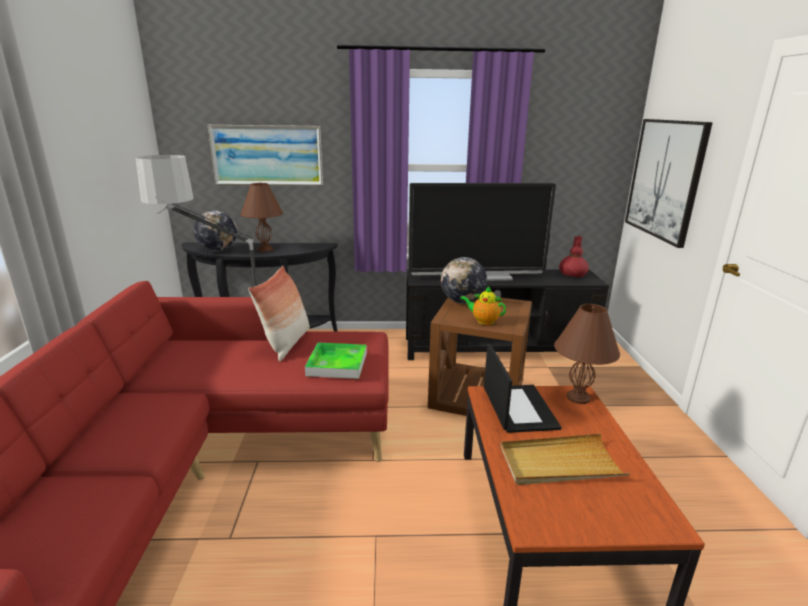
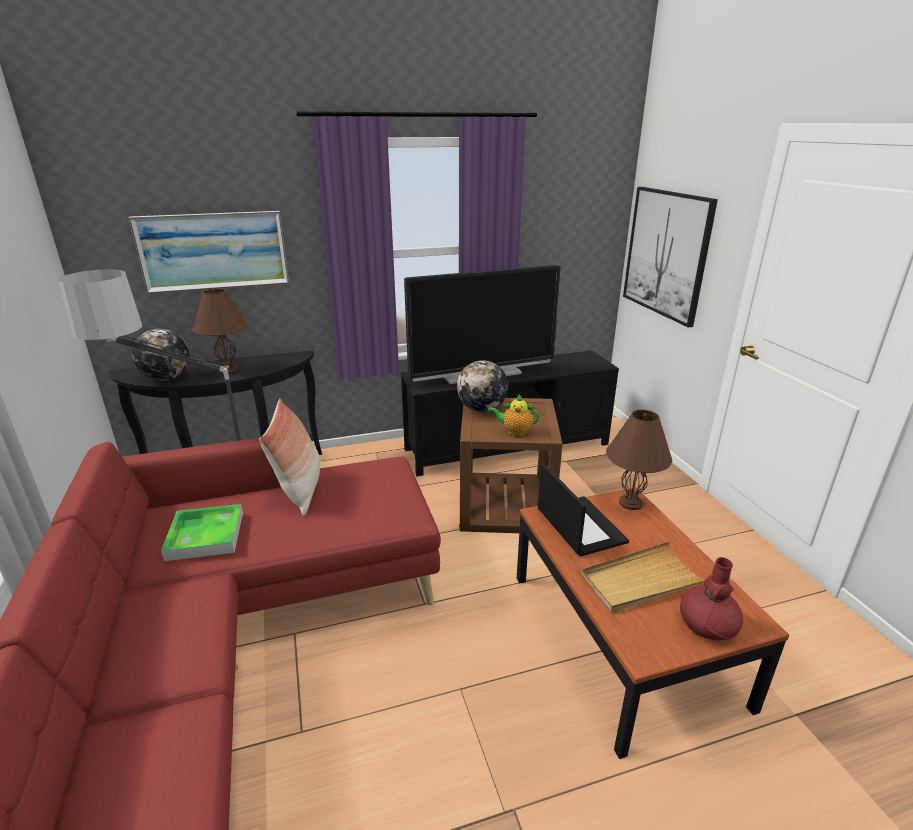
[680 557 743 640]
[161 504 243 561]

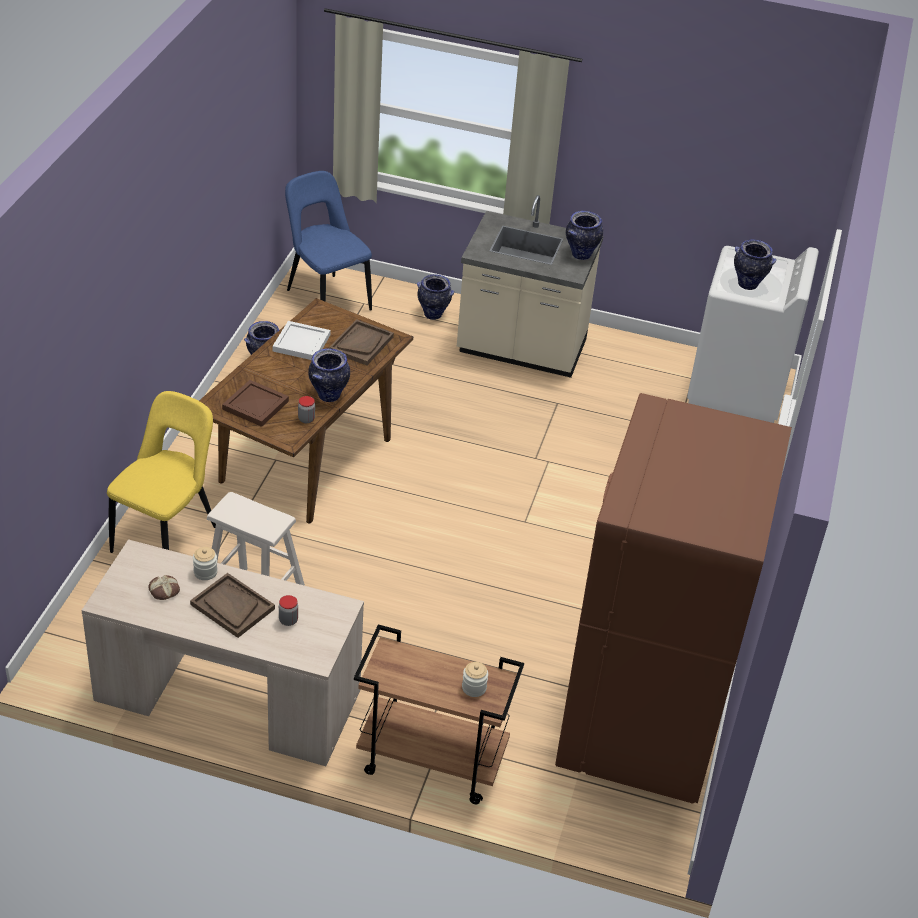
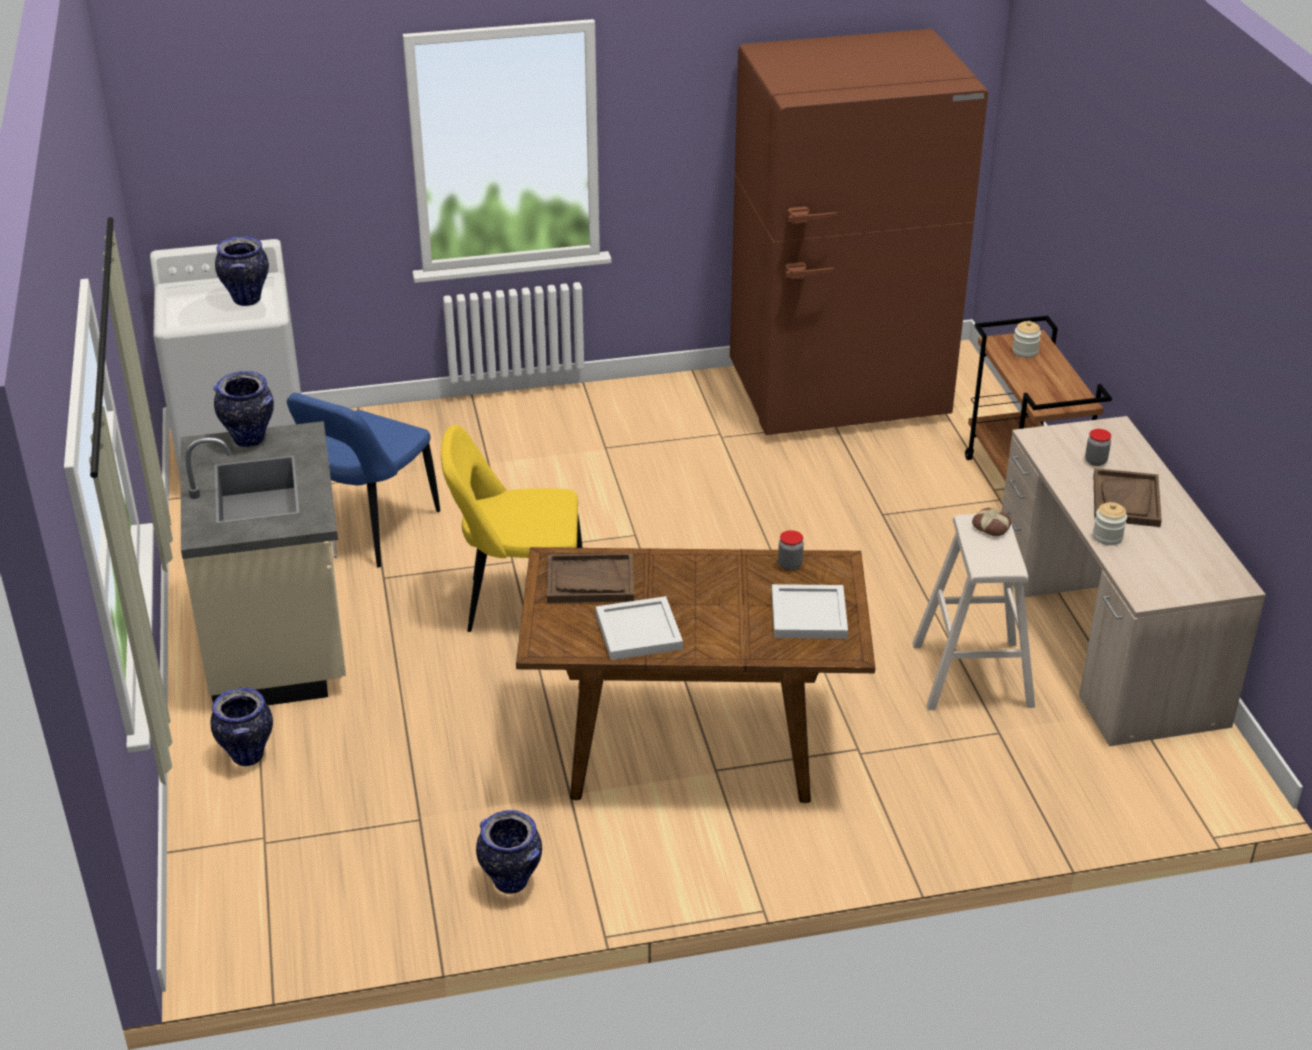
[287 393 440 567]
[308 348 350 402] (first image)
[772 584 848 639]
[441 425 583 632]
[972 508 1011 536]

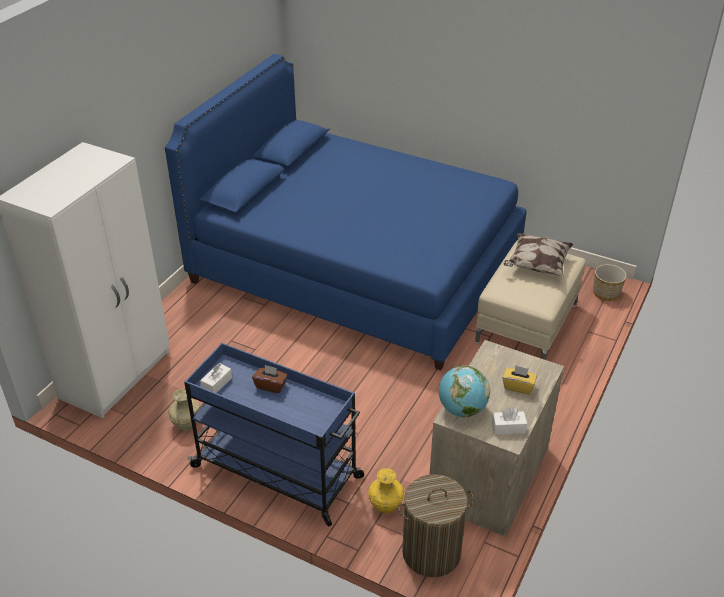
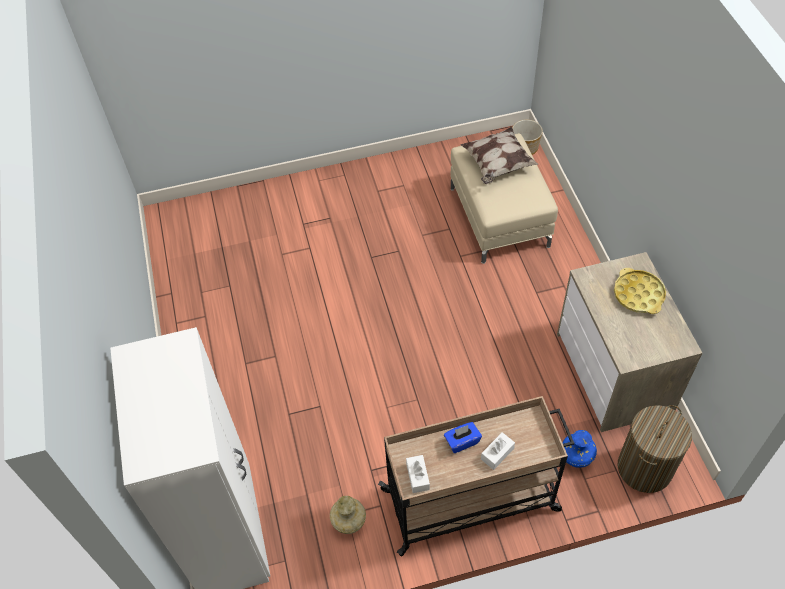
[165 54 527 371] (first image)
[378 396 574 556]
[444 422 482 453]
[439 365 490 417] (first image)
[614 268 666 314]
[481 432 515 470]
[562 430 597 468]

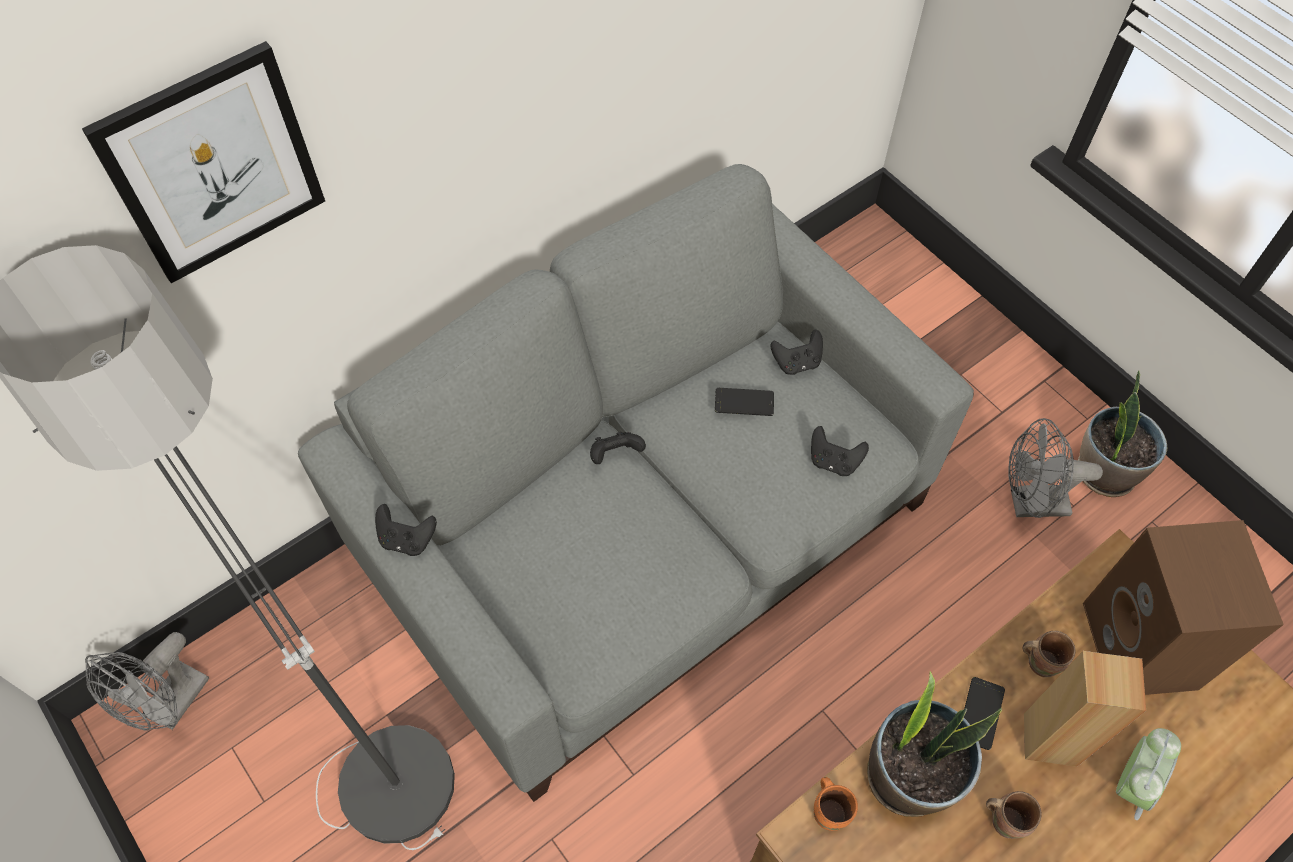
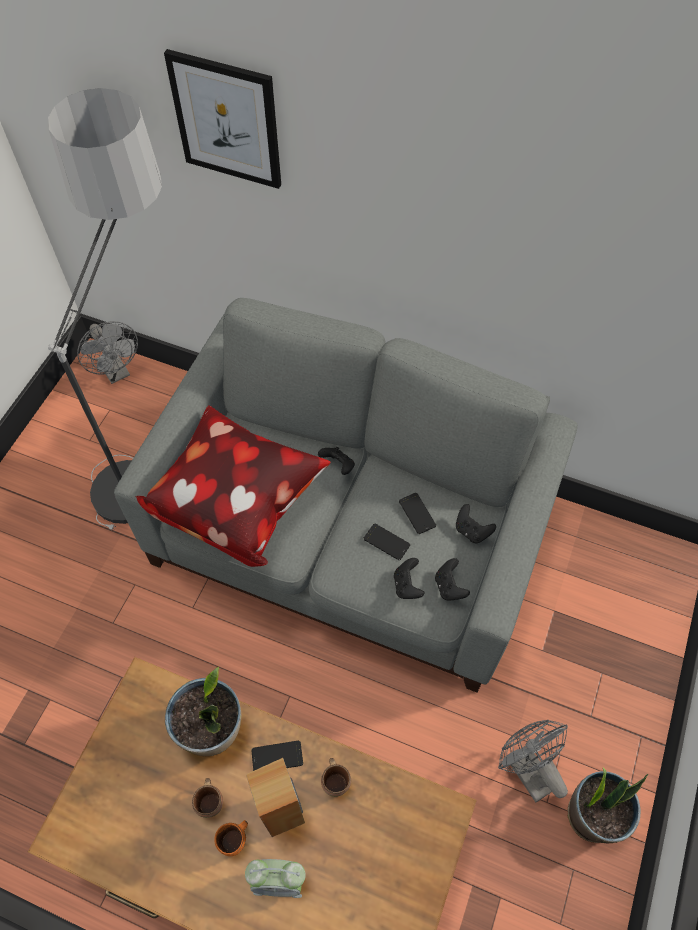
[435 558 470 601]
[1083 520 1284 695] (first image)
[77 321 138 384]
[214 820 248 856]
[136 405 331 567]
[364 524 410 560]

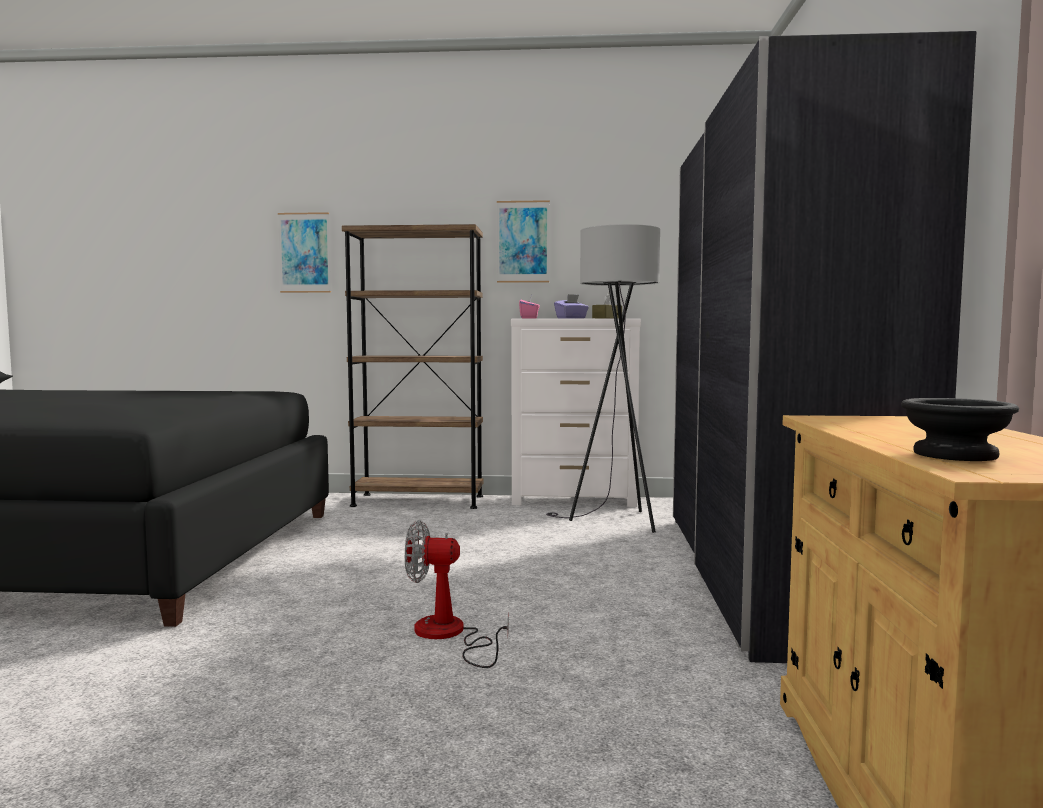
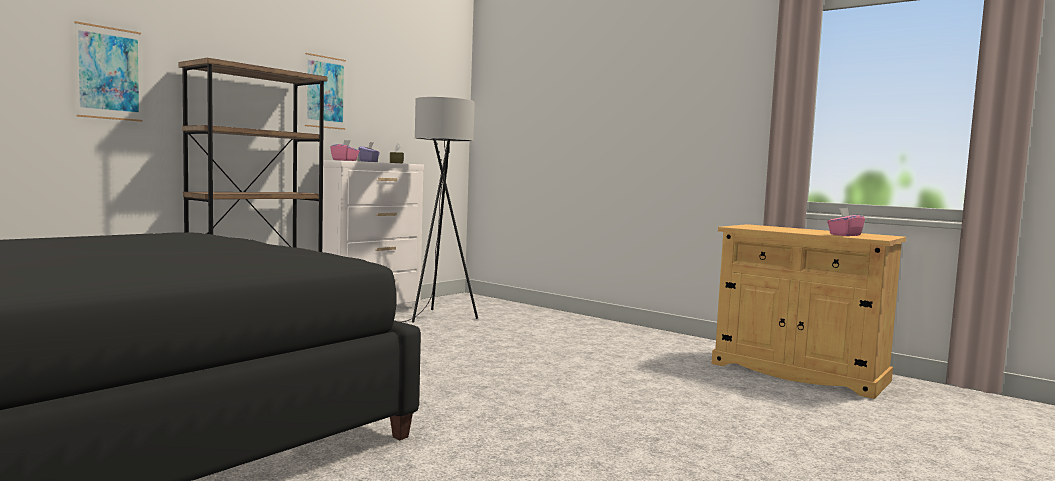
[673 31 977 663] (first image)
[827 208 865 236]
[405 520 509 668] (first image)

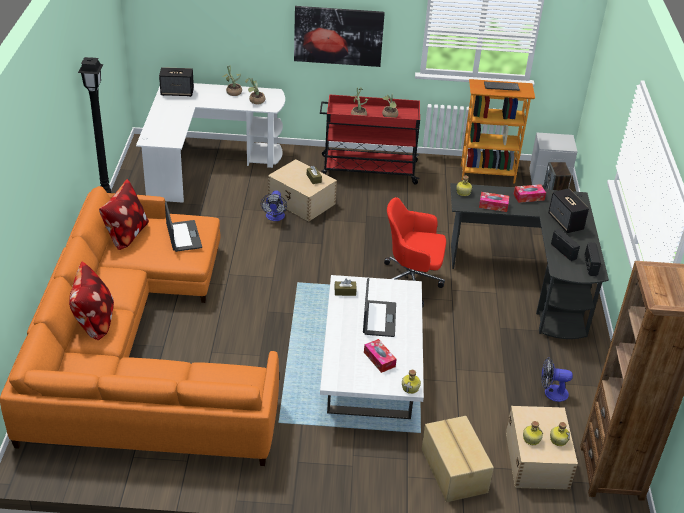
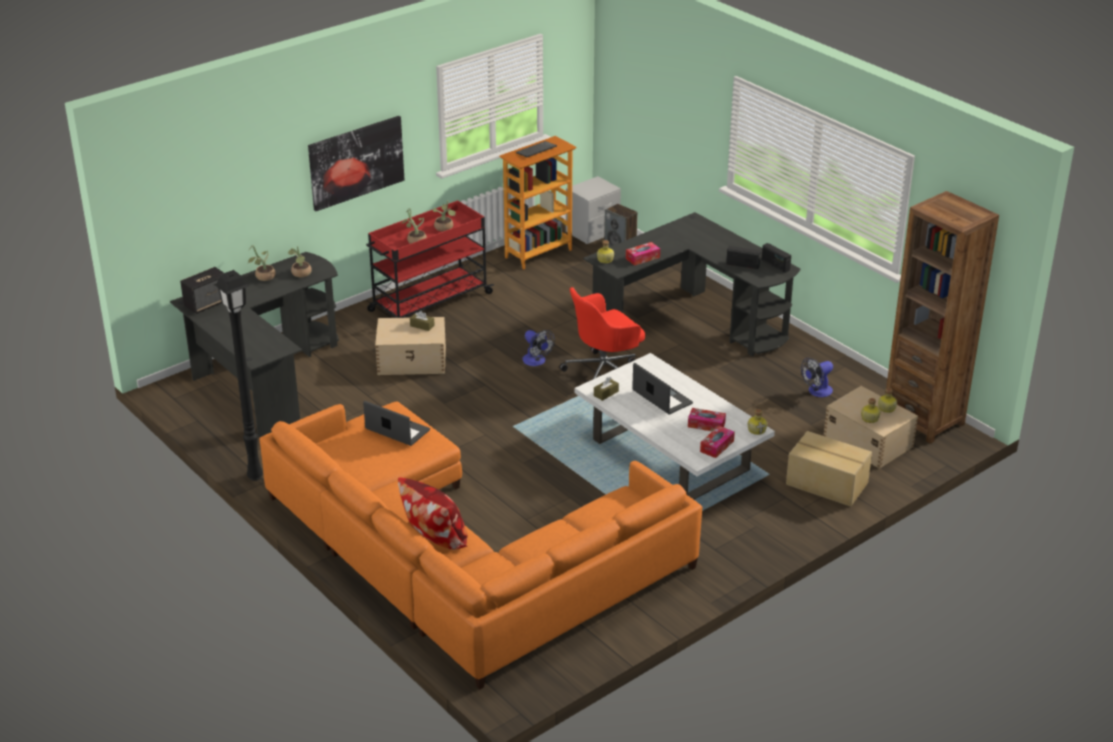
[170 252 339 438]
[99 179 149 250] (first image)
[700 426 735 458]
[548 188 589 233] (first image)
[522 330 555 366]

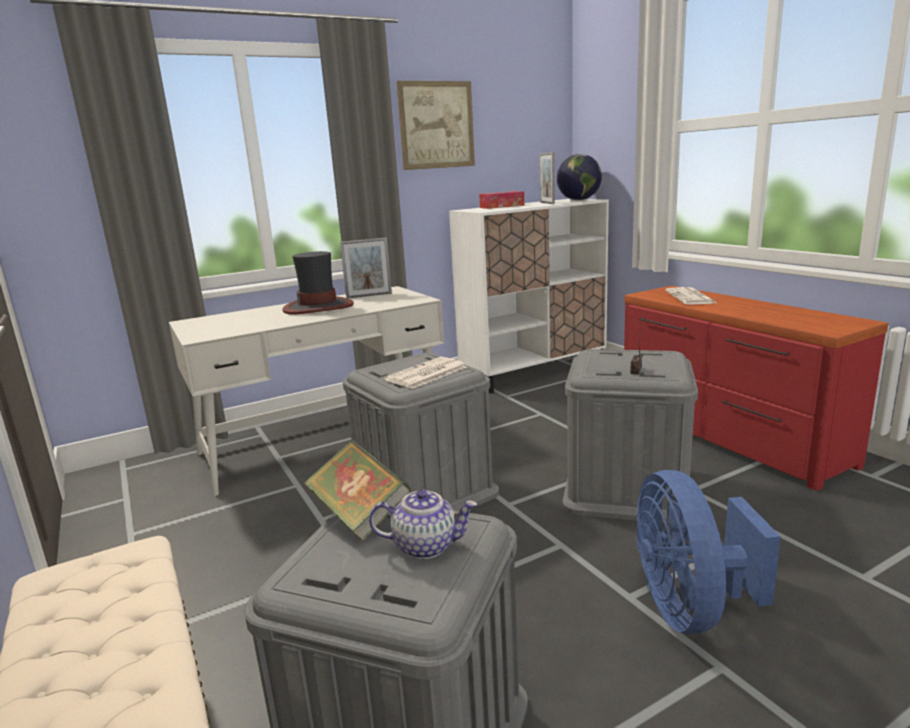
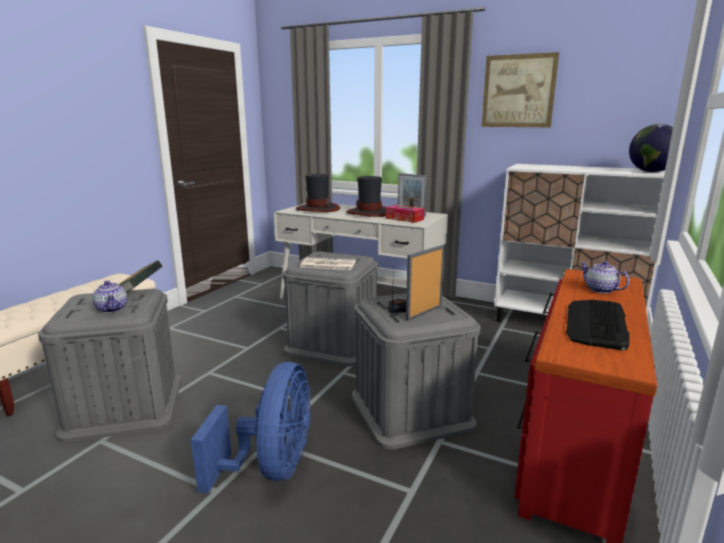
[406 245 445 321]
[386 205 424 223]
[580 261 630 294]
[191 362 311 493]
[296 174 340 212]
[566 300 629 350]

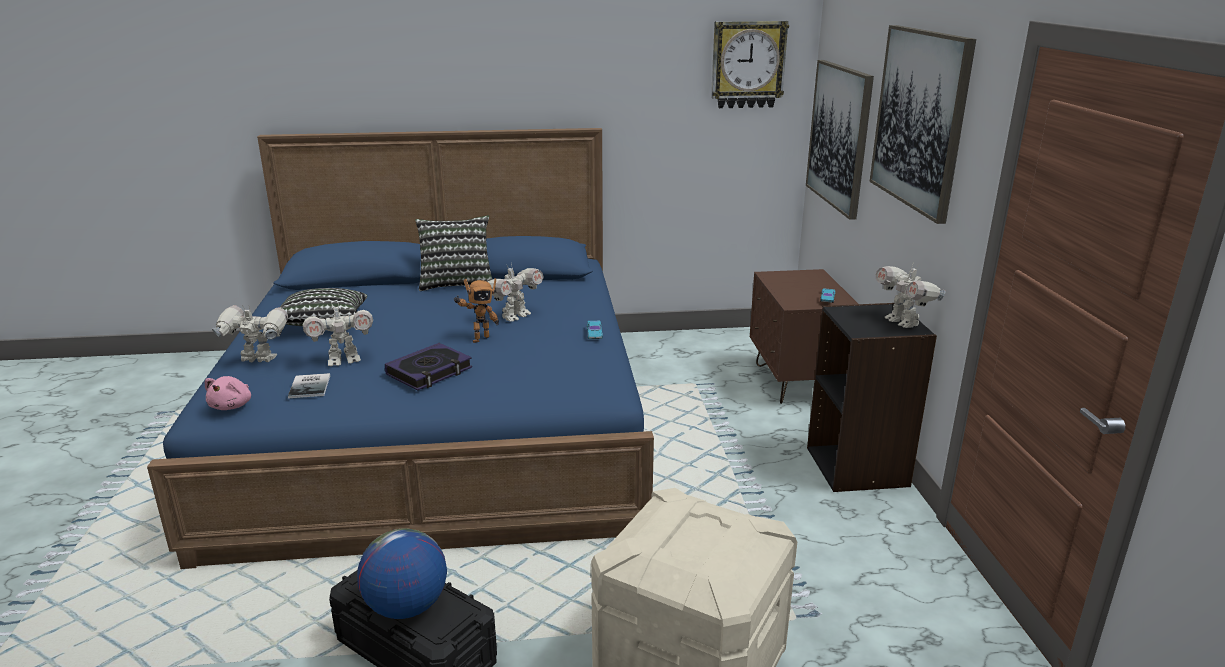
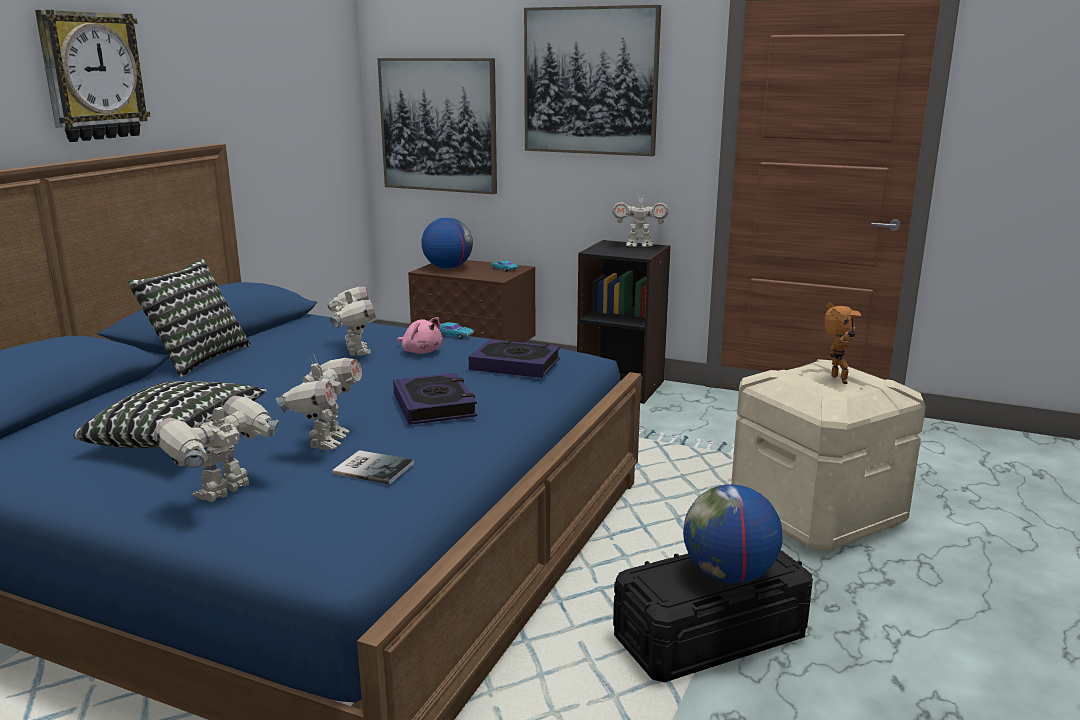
[35 10 150 142]
[825 302 861 384]
[397 317 443 354]
[421 217 473 269]
[469 339 560 378]

